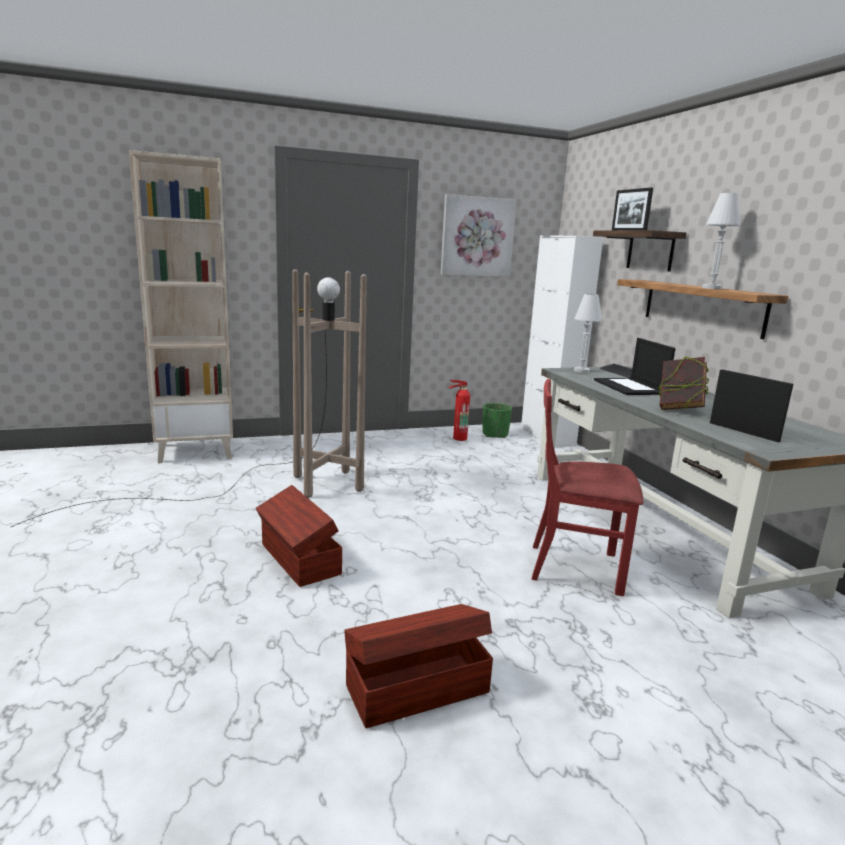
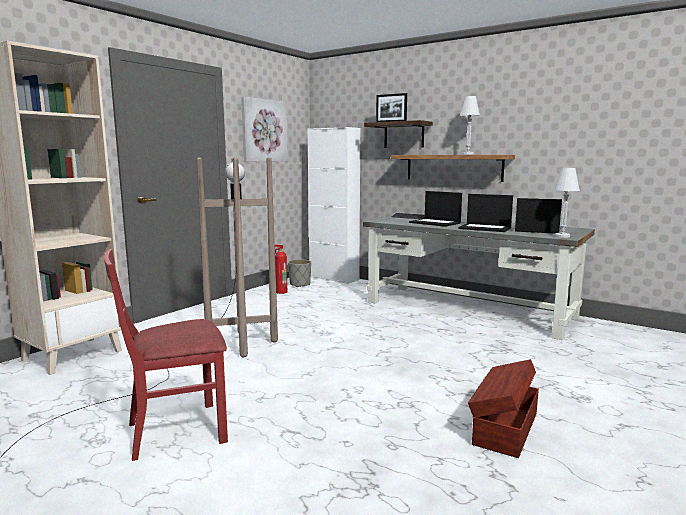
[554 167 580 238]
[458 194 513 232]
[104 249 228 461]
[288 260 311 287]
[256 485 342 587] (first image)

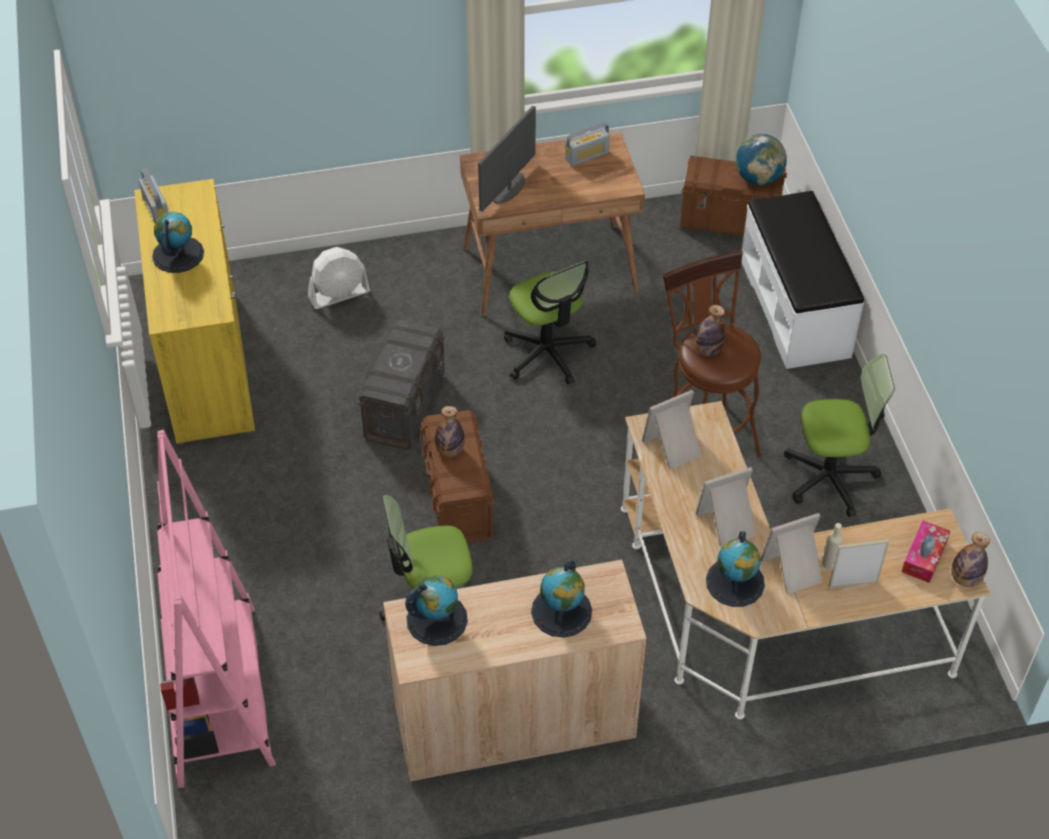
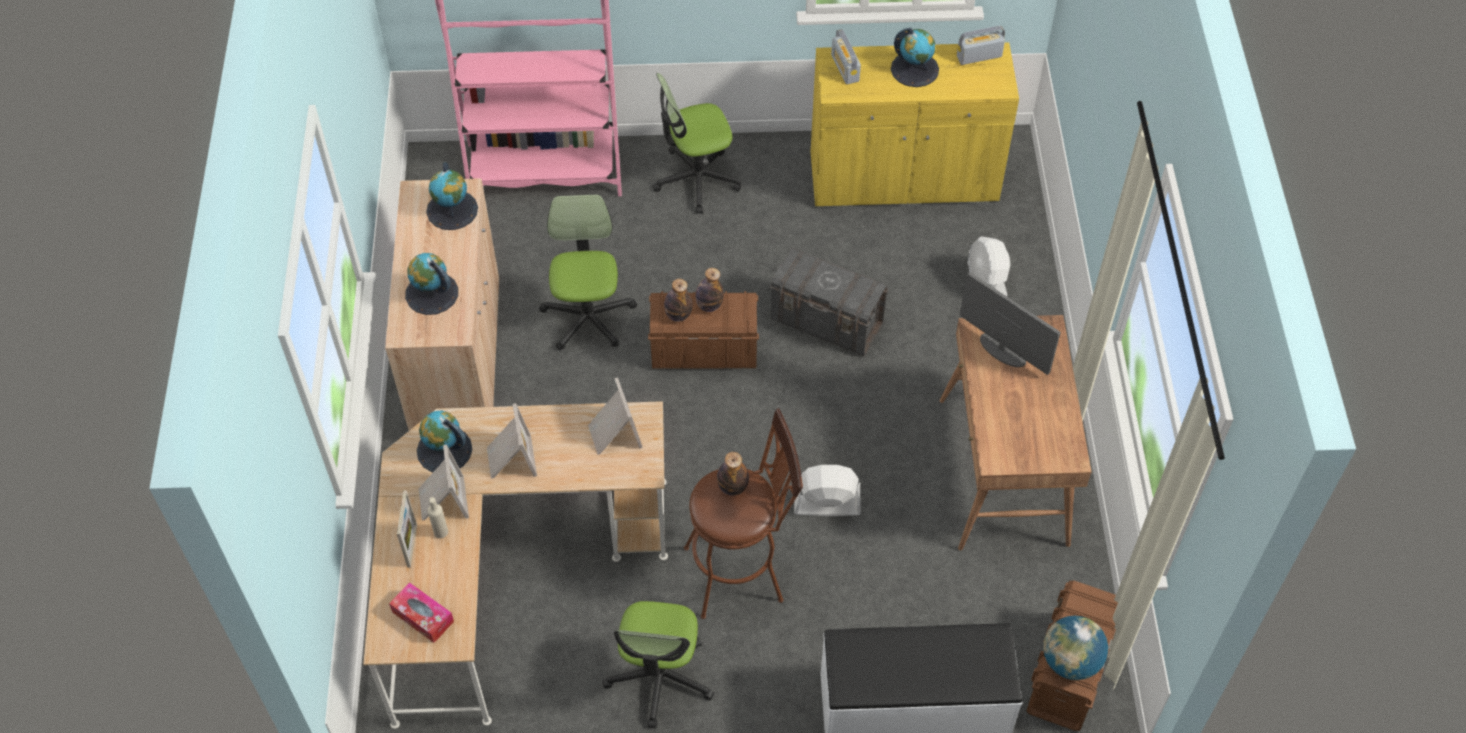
[831 29 861 84]
[653 73 741 214]
[664 279 692 322]
[794 465 861 516]

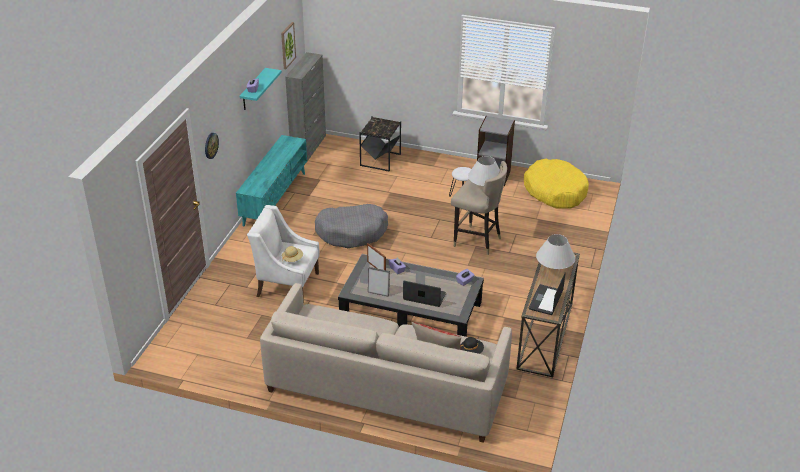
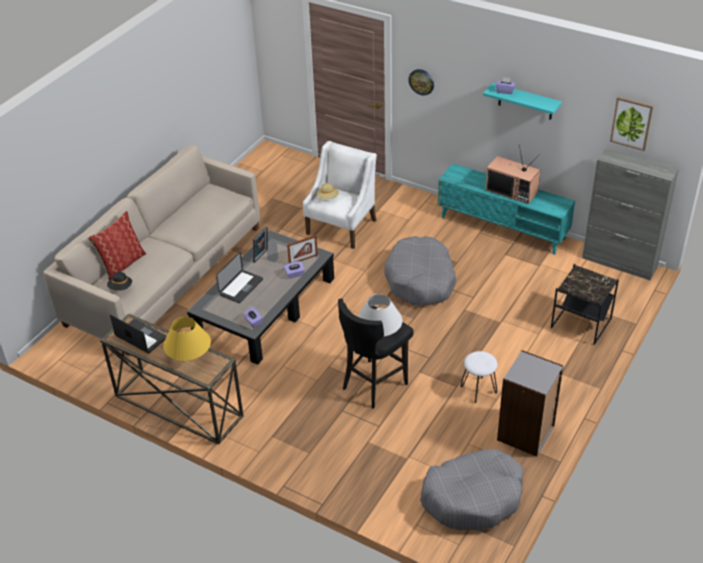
[420 449 523 530]
[338 298 414 408]
[163 317 211 361]
[486 144 540 204]

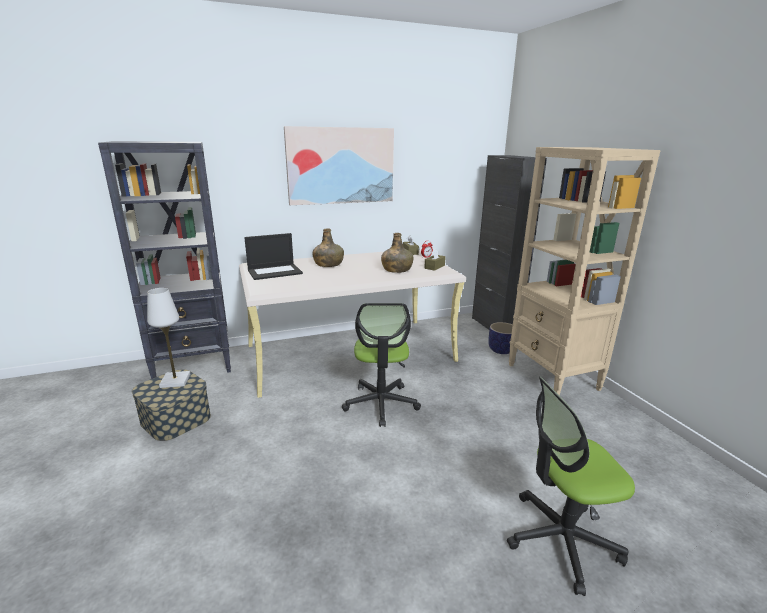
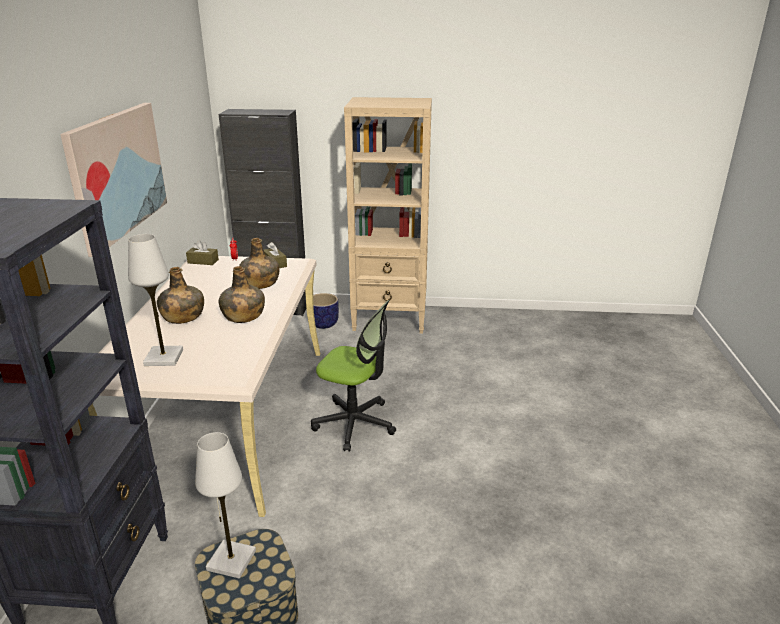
[128 234 183 366]
[507 377 635 596] (first image)
[219 266 265 323]

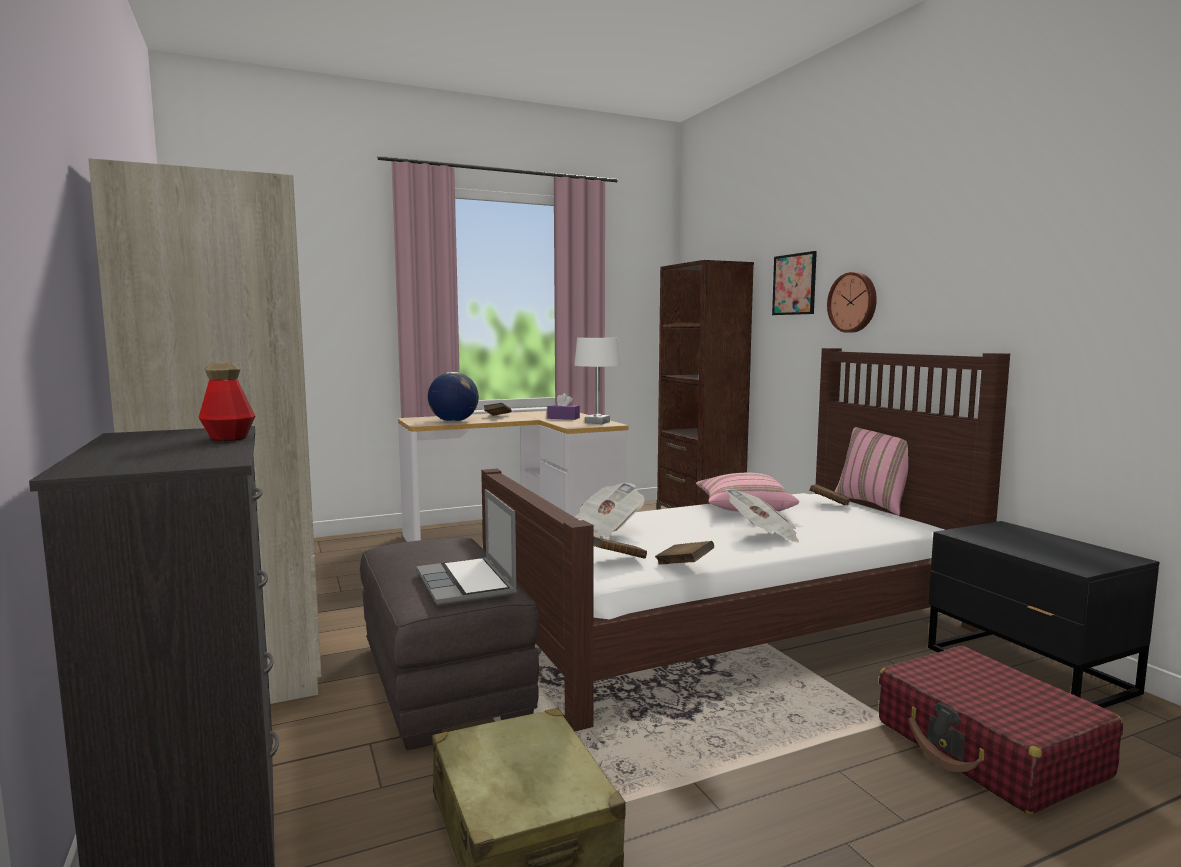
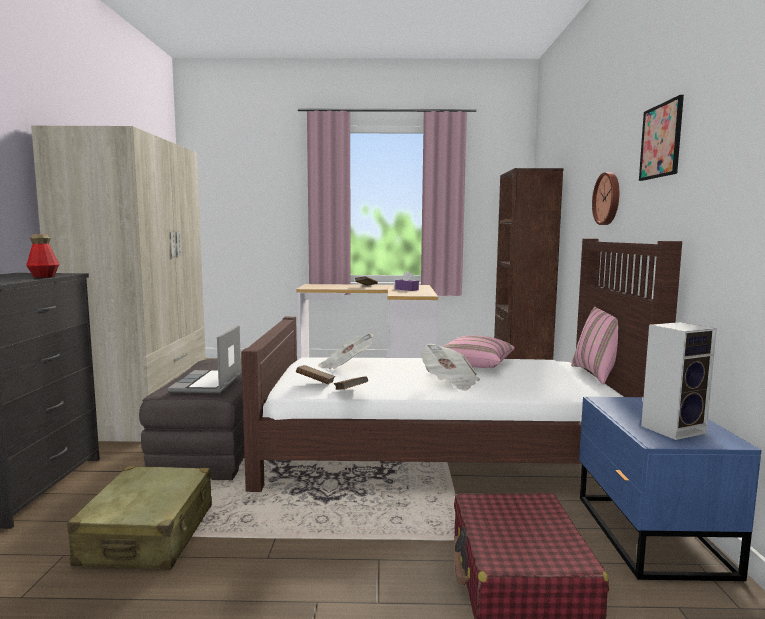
[639 95 684 181]
[574 338 621 424] (first image)
[428 372 479 422] (first image)
[809 484 851 505] (first image)
[579 397 761 581]
[641 322 717 440]

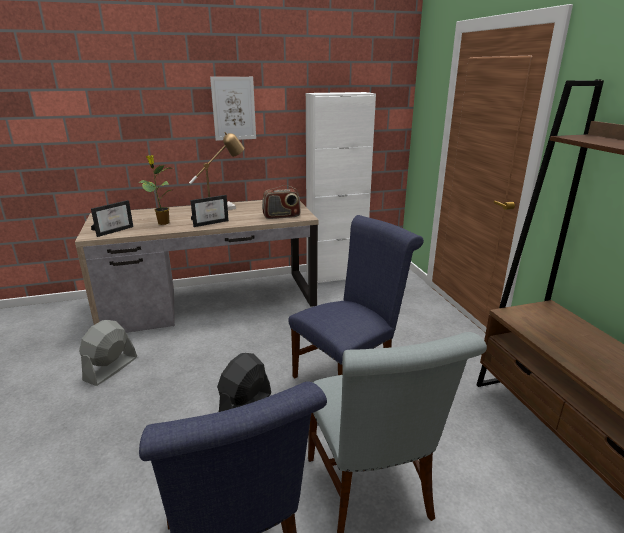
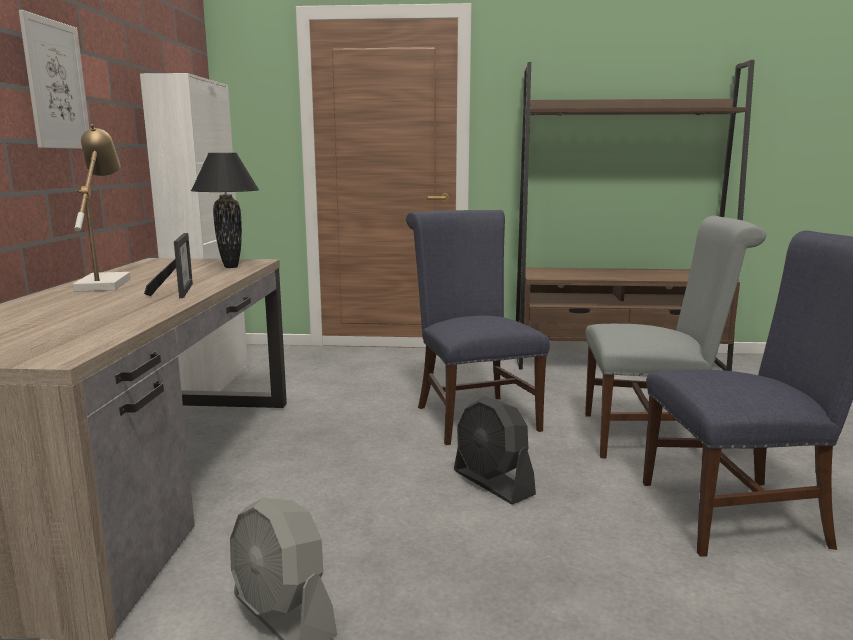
[138 155 173 225] (first image)
[191 153 259 268]
[91 200 133 237] (first image)

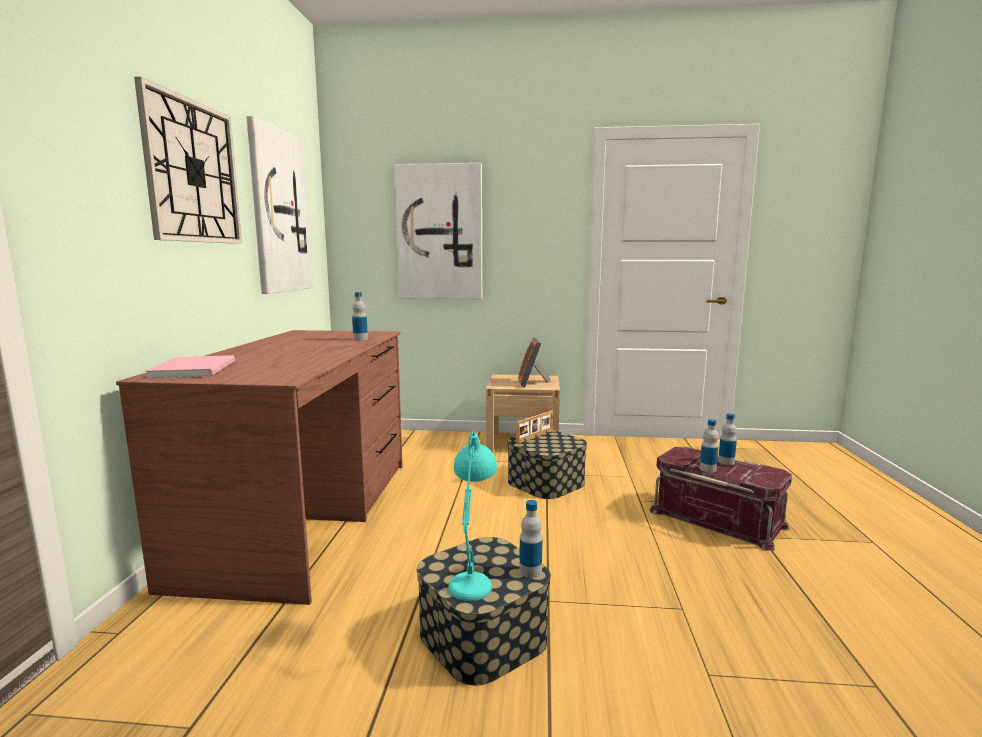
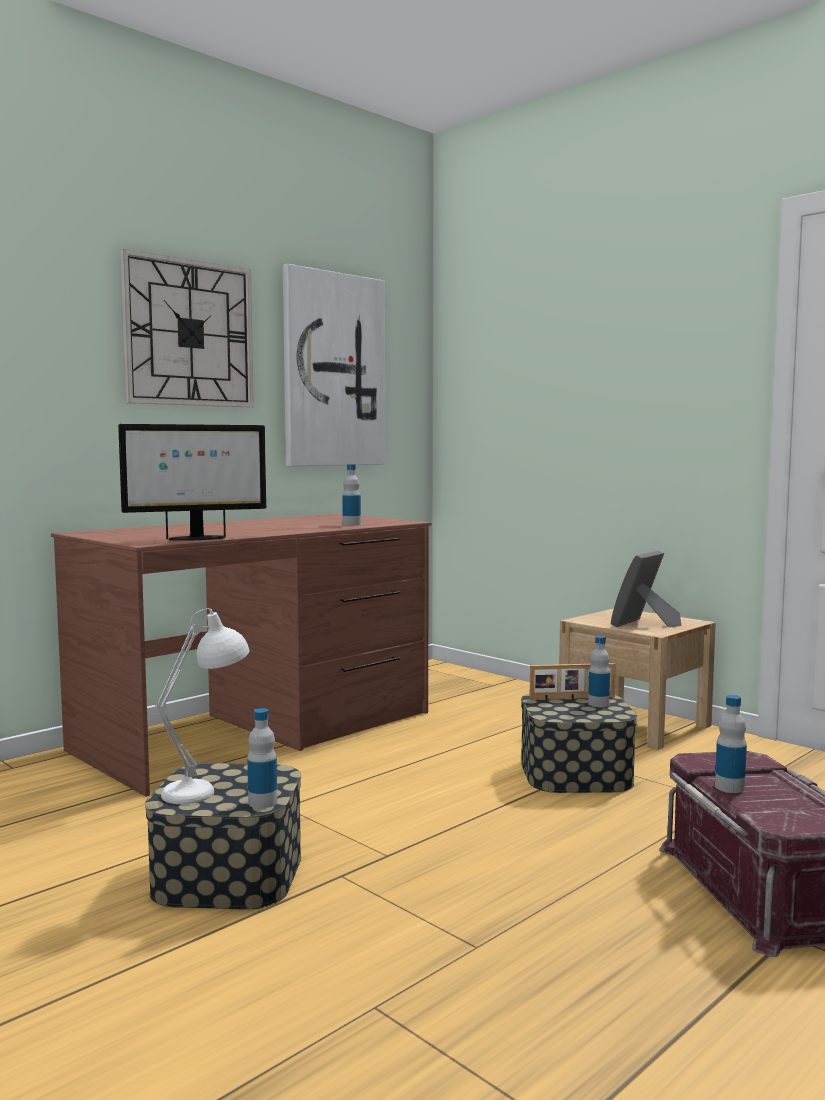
[394 163 482 299] (first image)
[145 355 235 379] (first image)
[588 636 610 707]
[155 608 249 804]
[118 424 266 541]

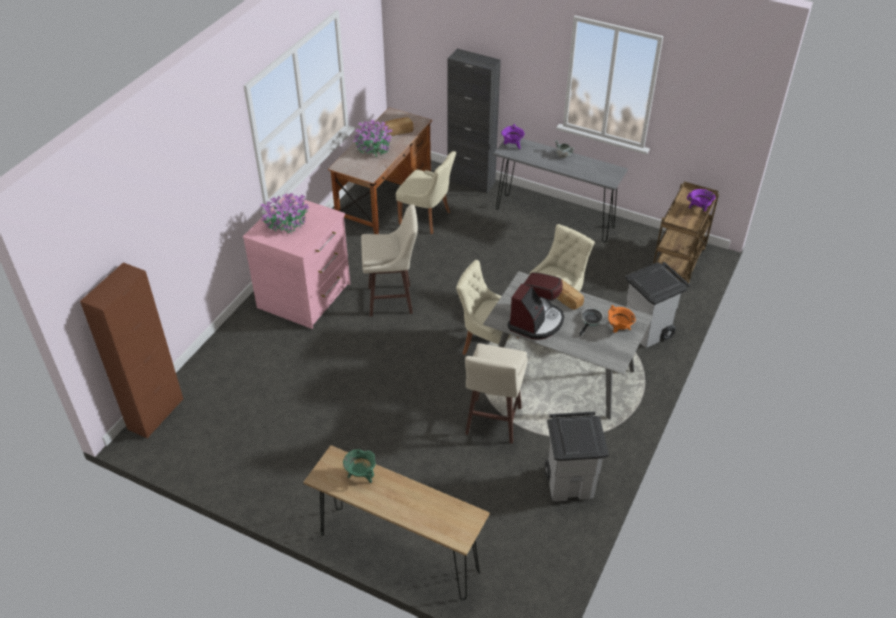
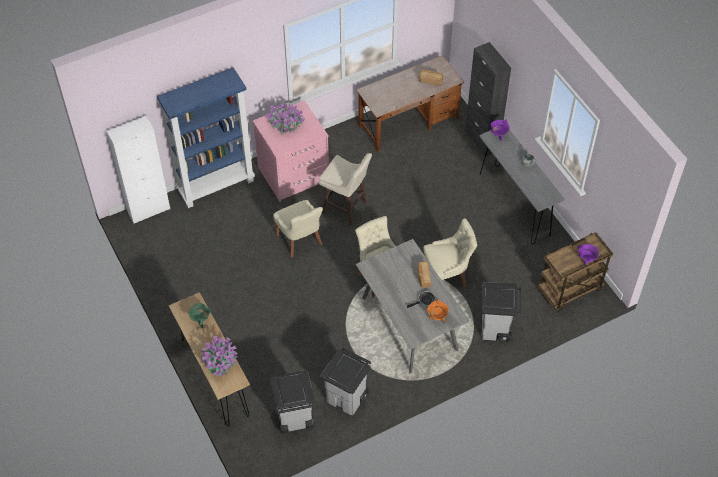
[200 336 238 376]
[273 200 323 258]
[107 116 170 224]
[507 272 564 340] (first image)
[465 343 528 444] (first image)
[157 67 255 208]
[270 371 315 434]

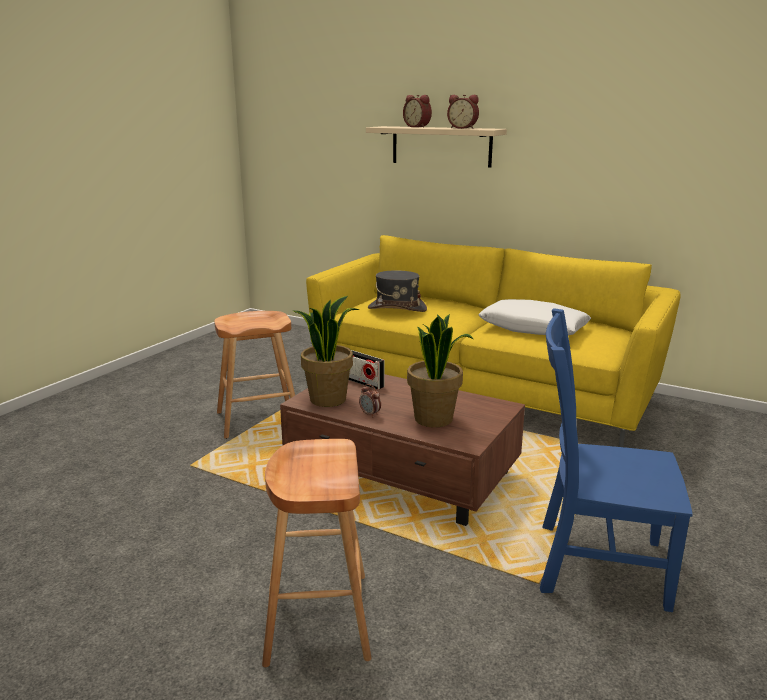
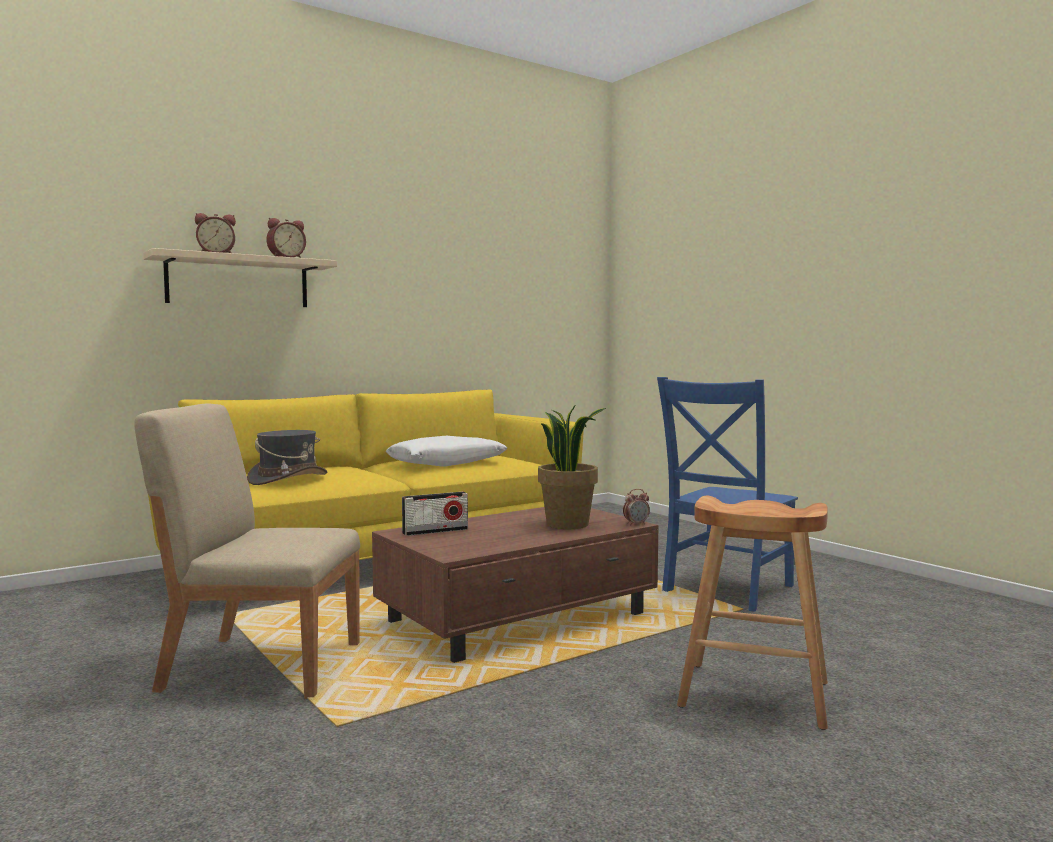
[294 296 360 407] (first image)
[134 403 360 699]
[623 489 650 526]

